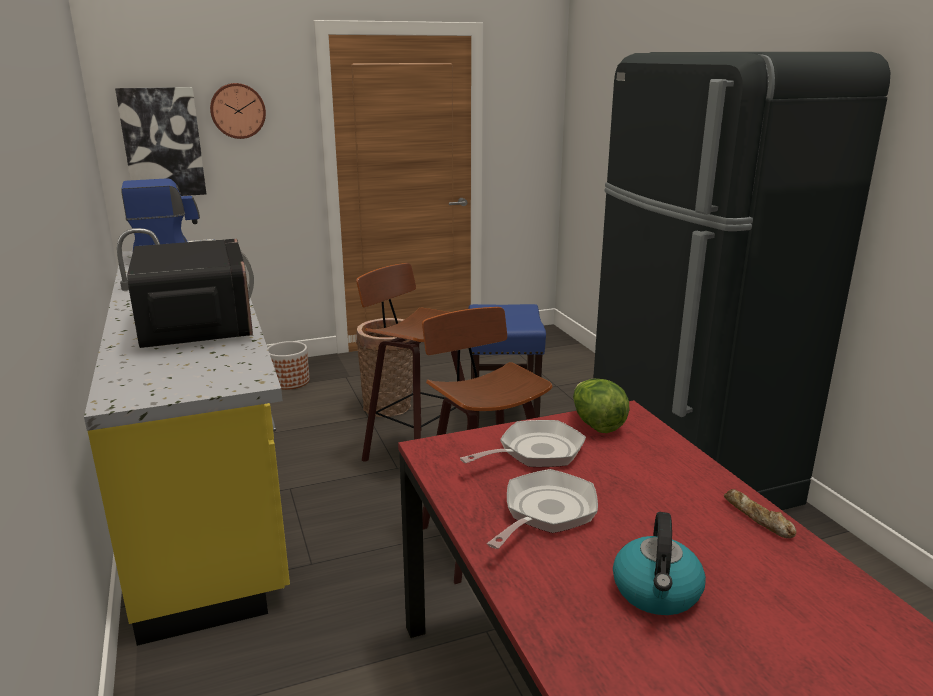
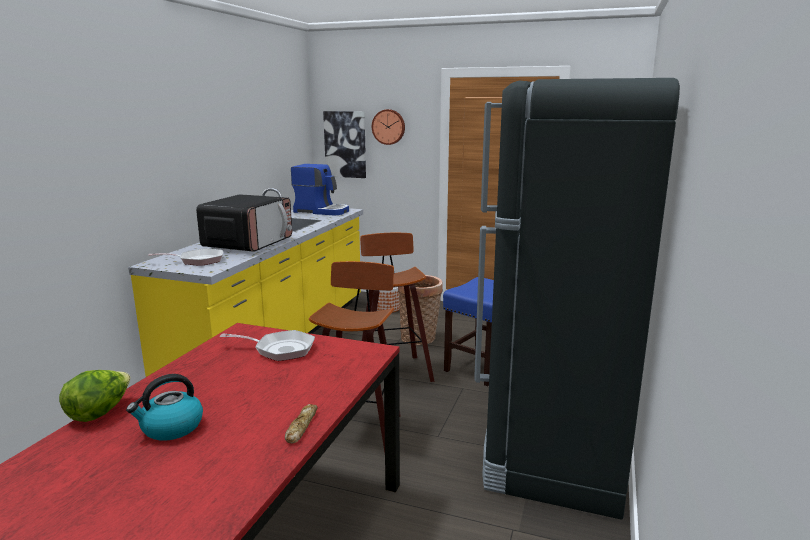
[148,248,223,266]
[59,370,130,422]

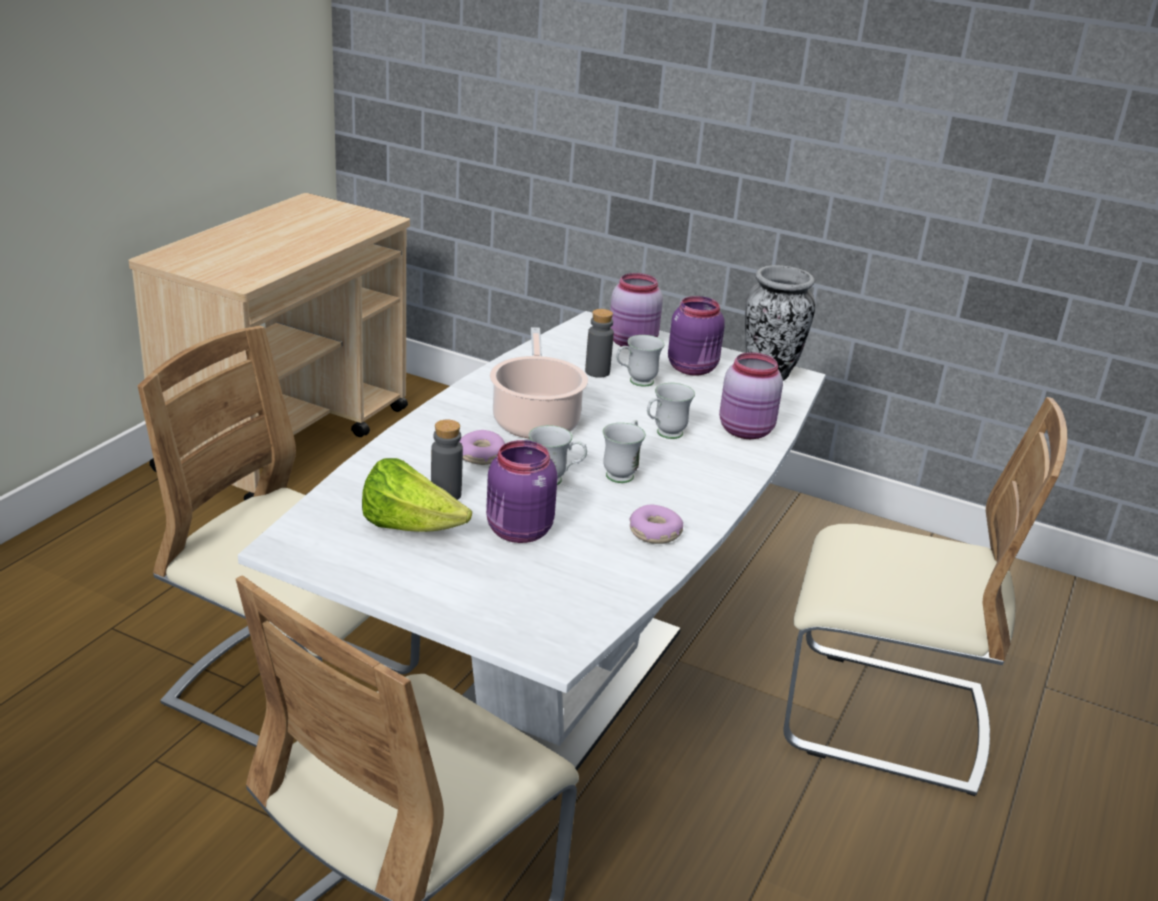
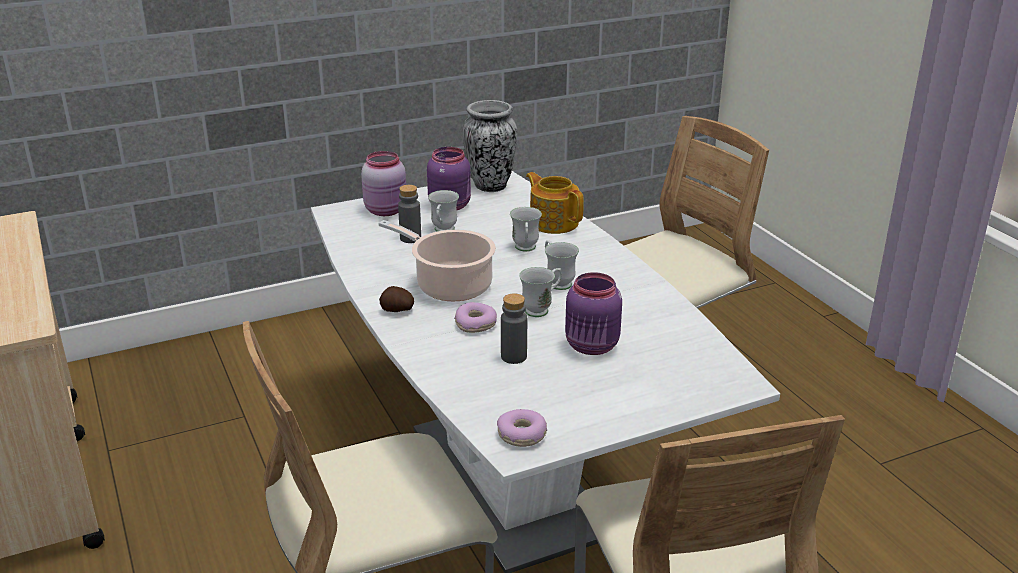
[362,458,472,532] (first image)
[379,286,414,312]
[497,409,547,447]
[526,172,584,234]

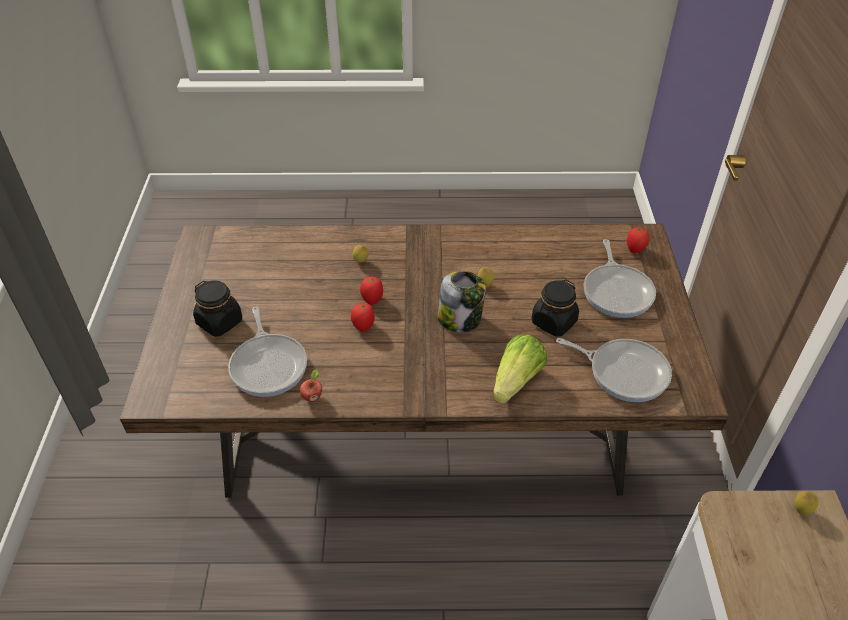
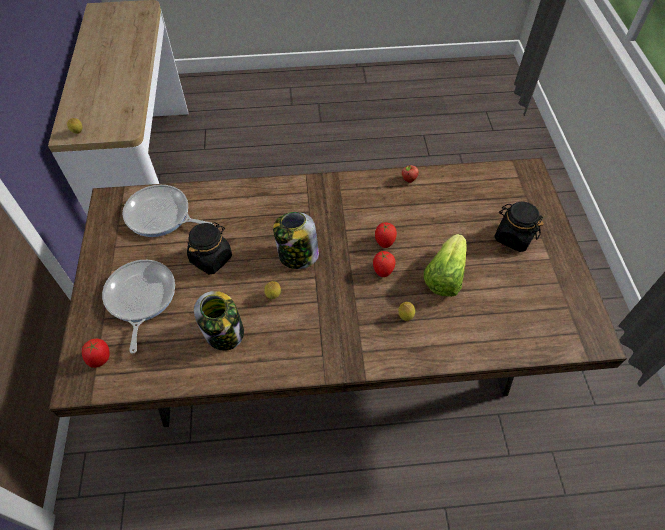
[228,307,307,397] (first image)
[194,291,244,351]
[424,234,467,297]

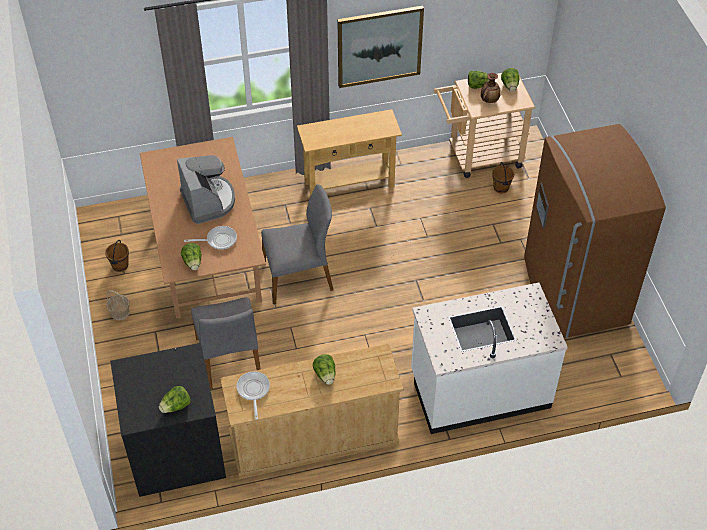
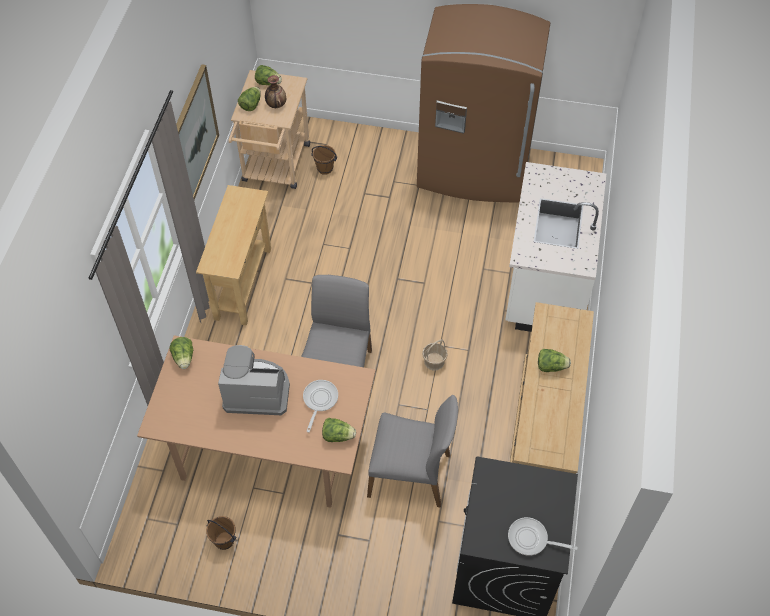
[422,339,448,371]
[169,337,193,369]
[508,517,578,556]

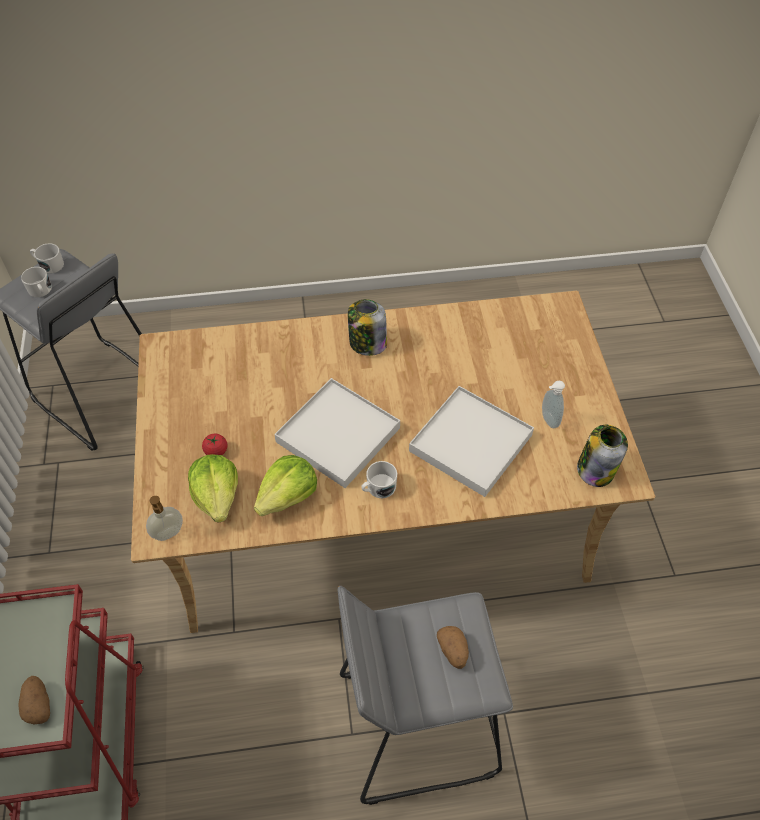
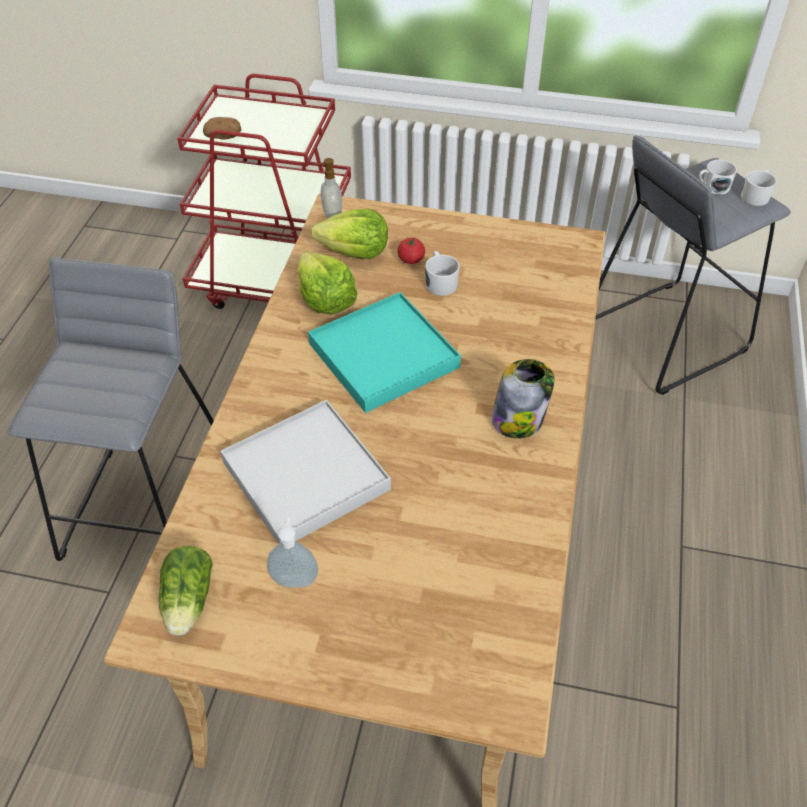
[437,626,469,669] (first image)
[425,251,460,296]
[159,546,213,636]
[308,292,461,413]

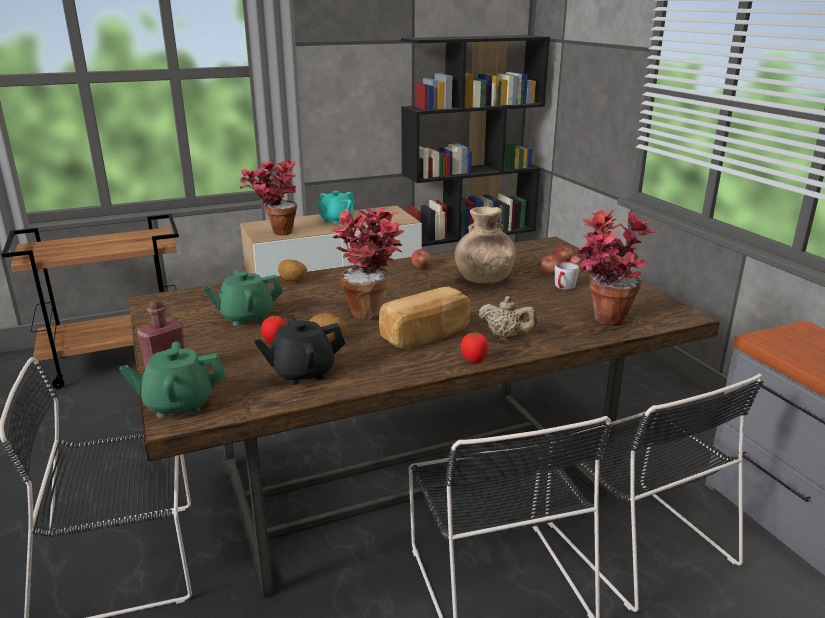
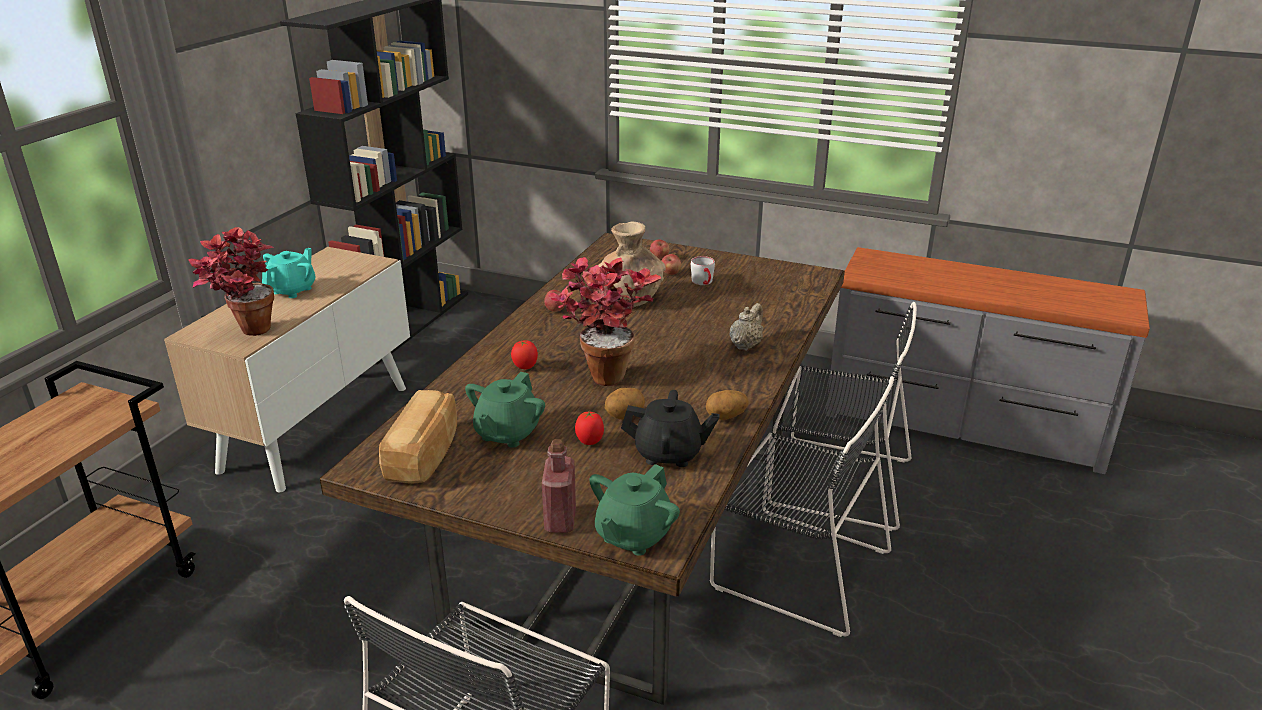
[571,210,659,326] (first image)
[706,390,749,420]
[379,390,457,483]
[511,340,538,369]
[621,390,719,467]
[262,248,316,298]
[730,303,764,351]

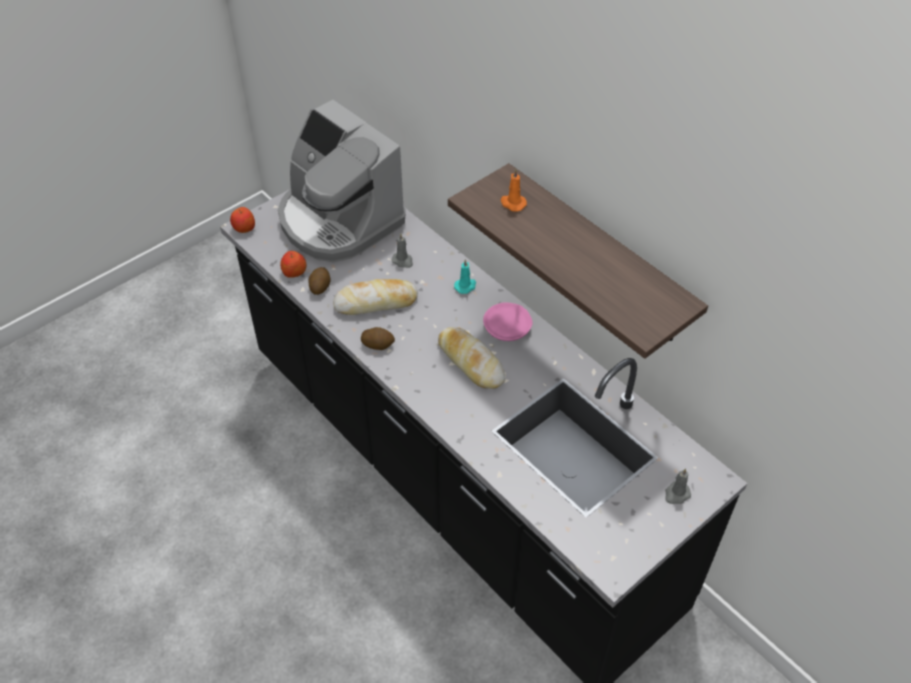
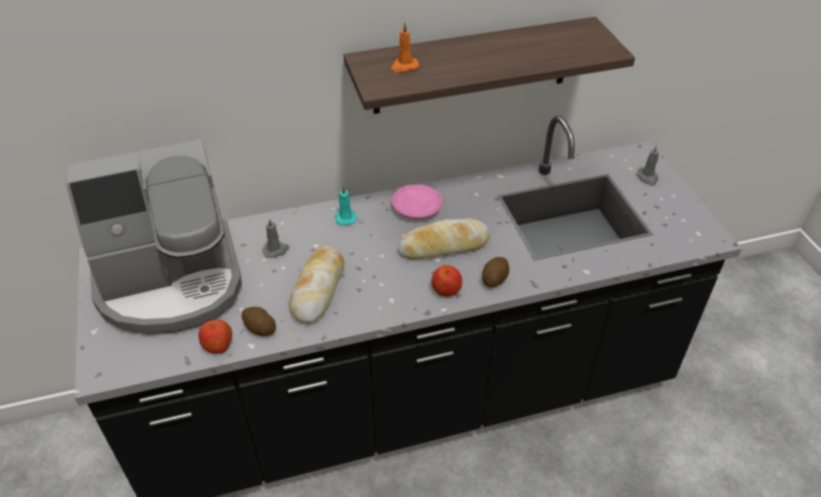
[431,265,462,297]
[482,257,509,287]

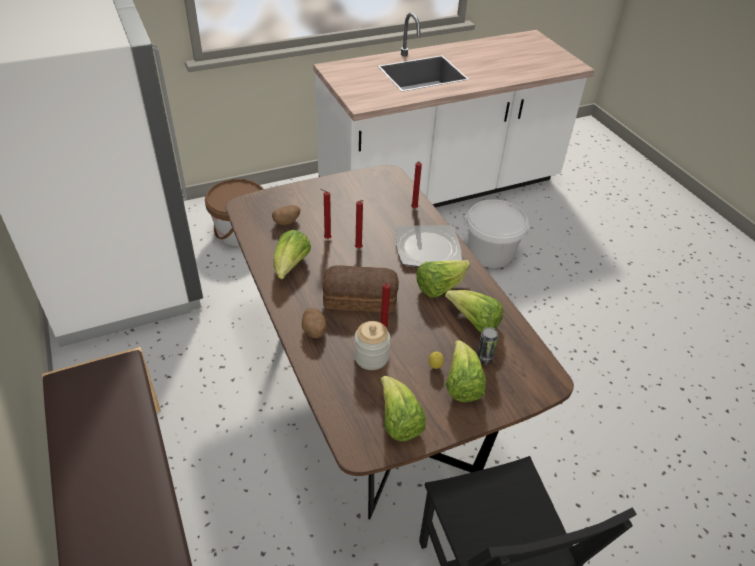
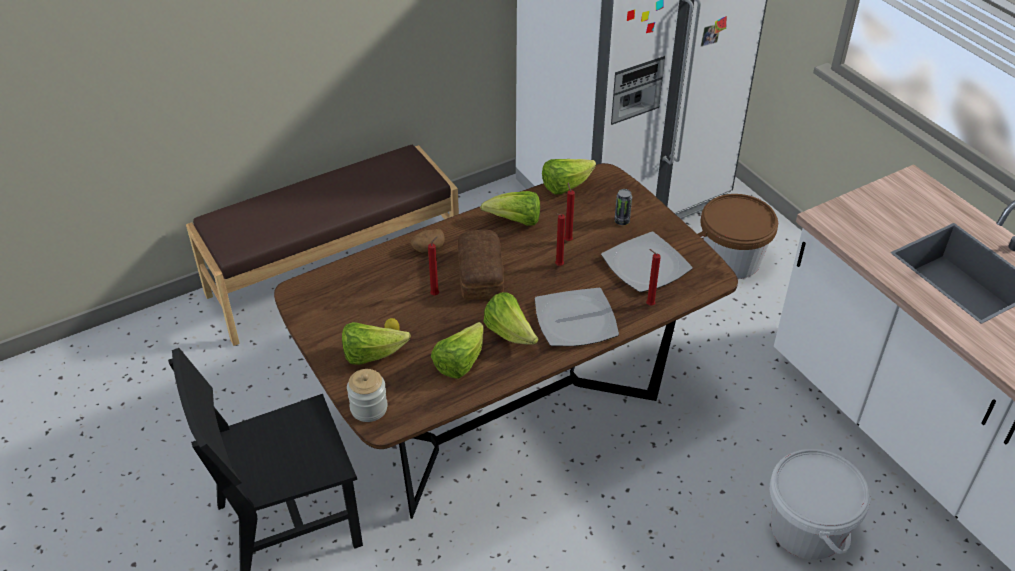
[272,205,300,225] (first image)
[601,232,693,292]
[347,369,388,422]
[542,159,596,195]
[614,189,632,225]

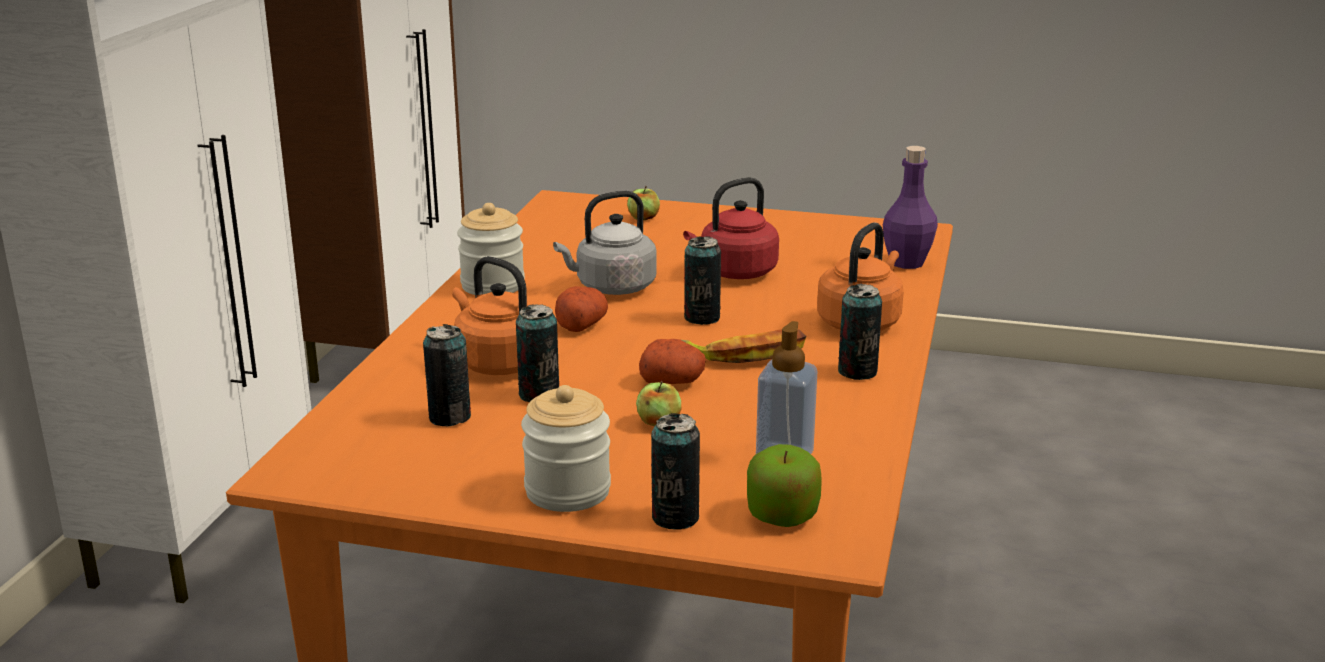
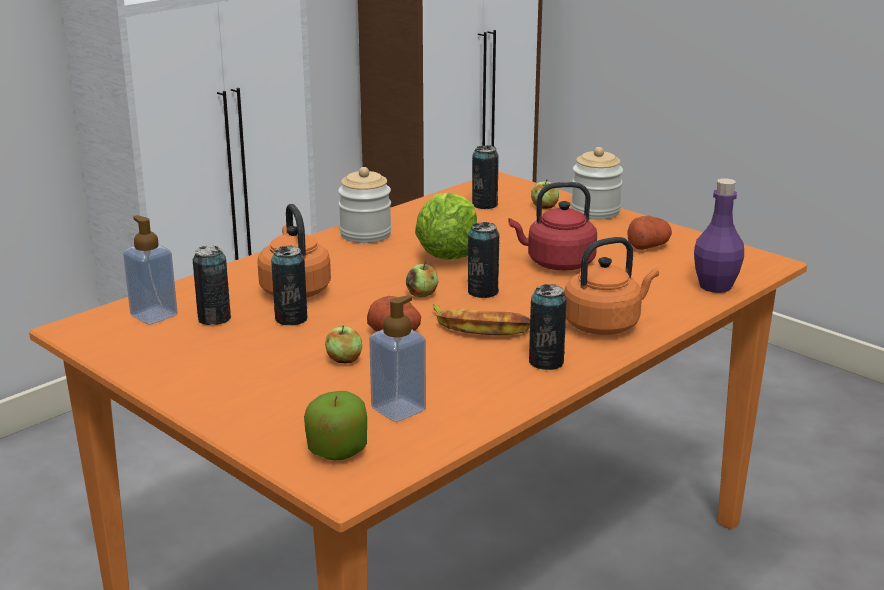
[123,215,178,325]
[406,261,438,298]
[571,147,623,220]
[627,216,672,250]
[472,145,499,209]
[415,193,477,260]

